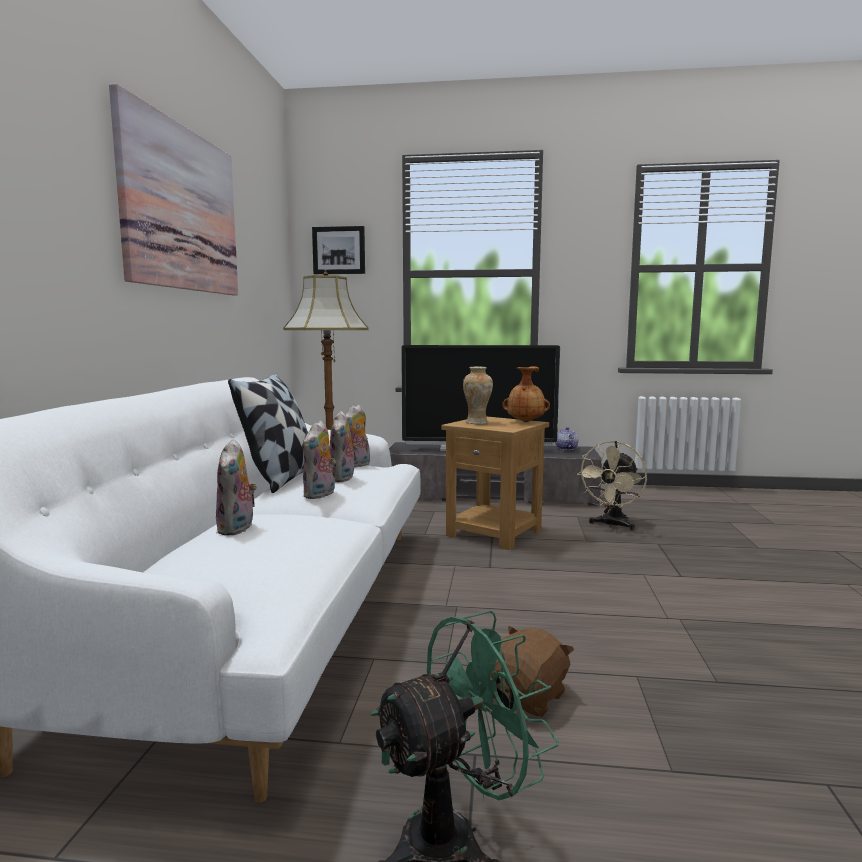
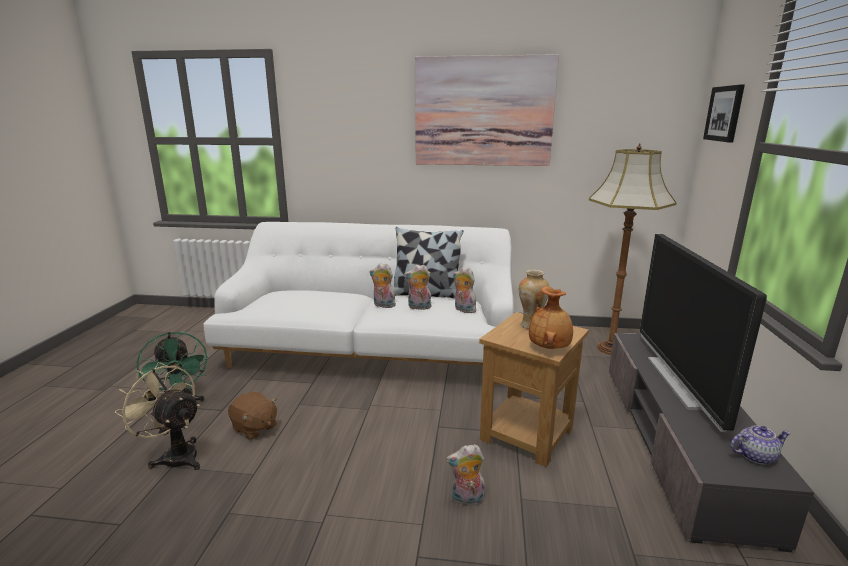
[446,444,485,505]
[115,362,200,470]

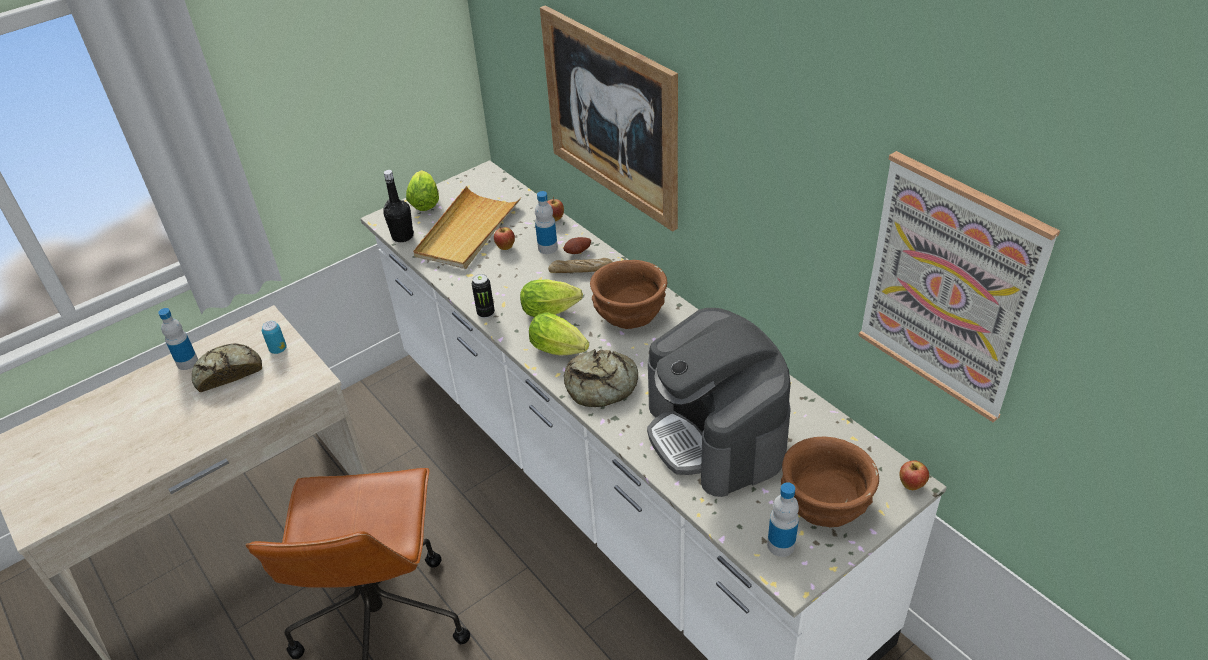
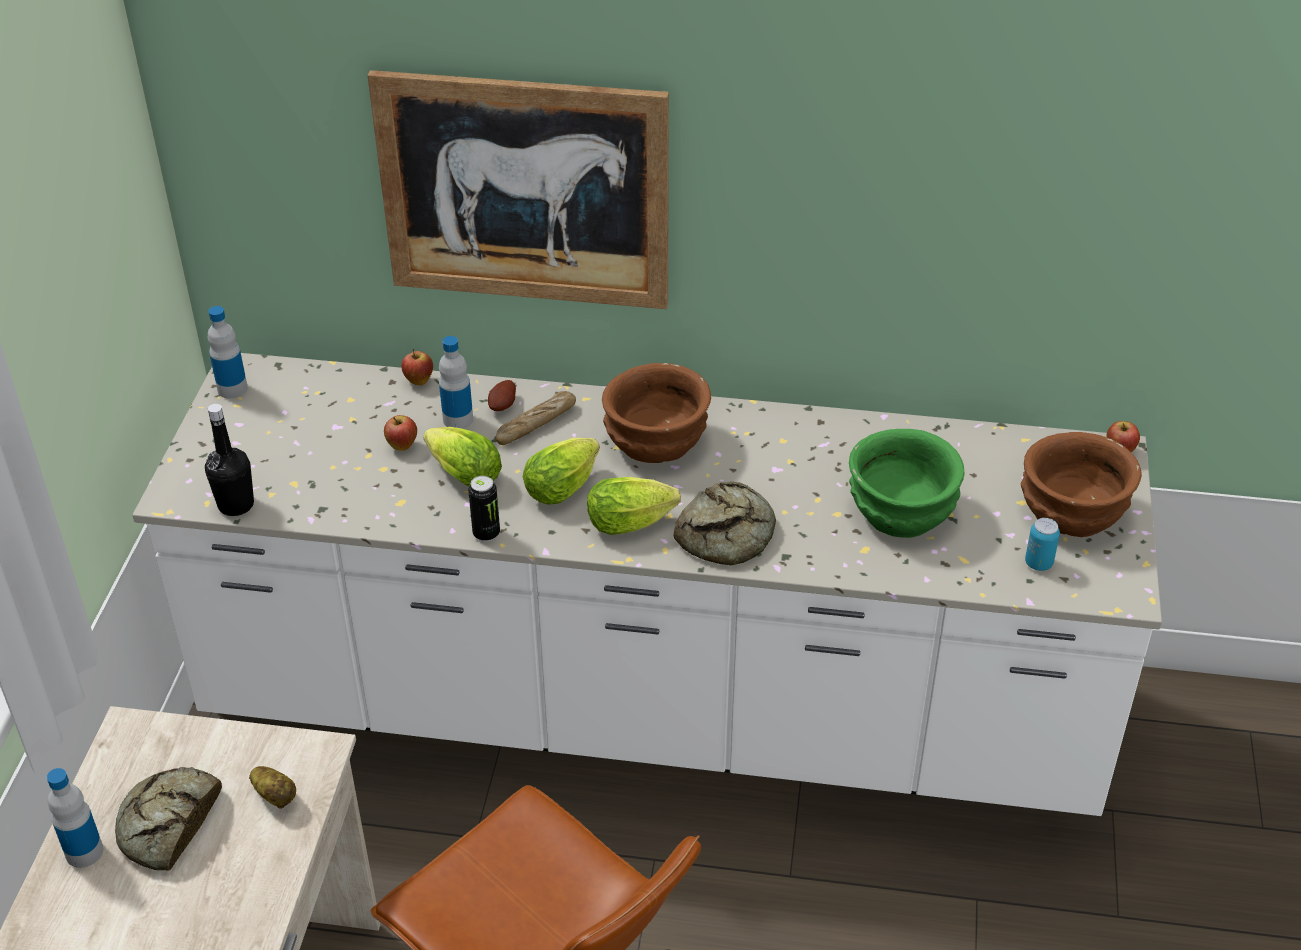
[413,186,521,269] (first image)
[858,151,1060,422] (first image)
[249,766,296,809]
[1025,518,1060,571]
[423,427,502,487]
[208,306,248,399]
[849,429,964,538]

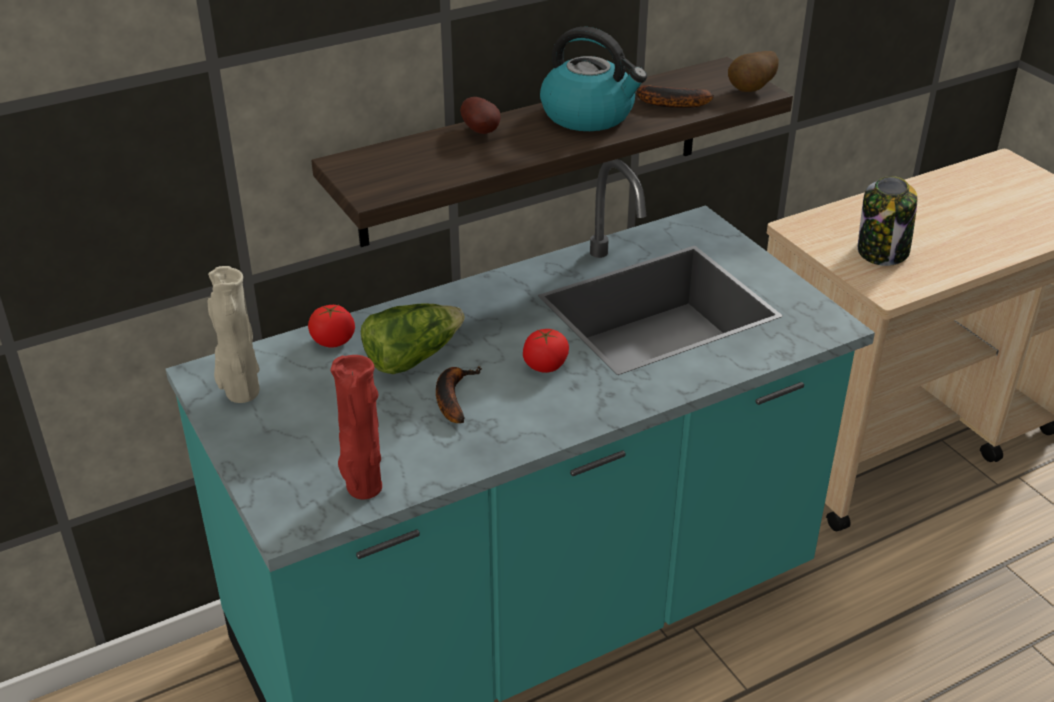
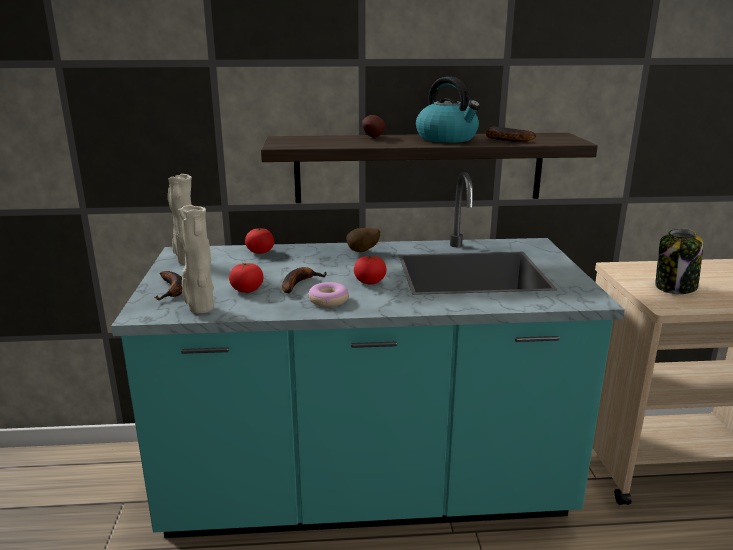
[361,303,465,374] (first image)
[155,271,182,300]
[229,262,263,293]
[308,282,349,307]
[346,228,380,252]
[178,205,214,313]

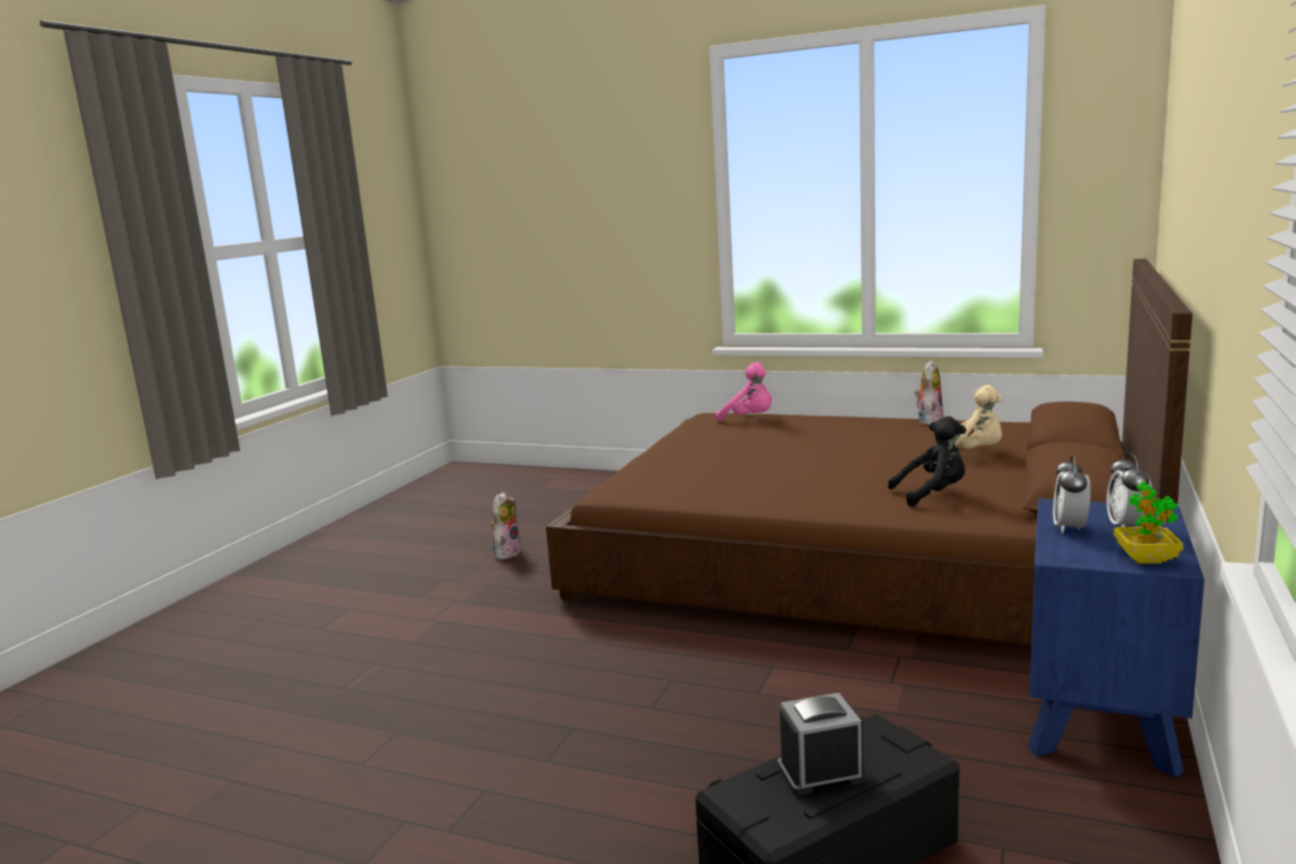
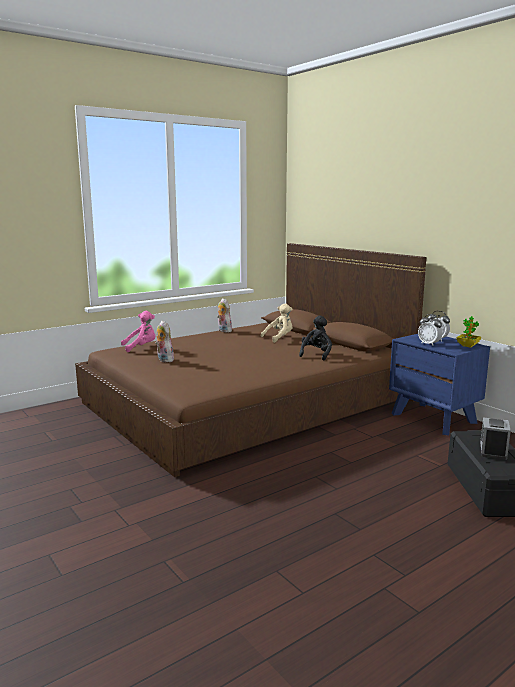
[155,321,174,362]

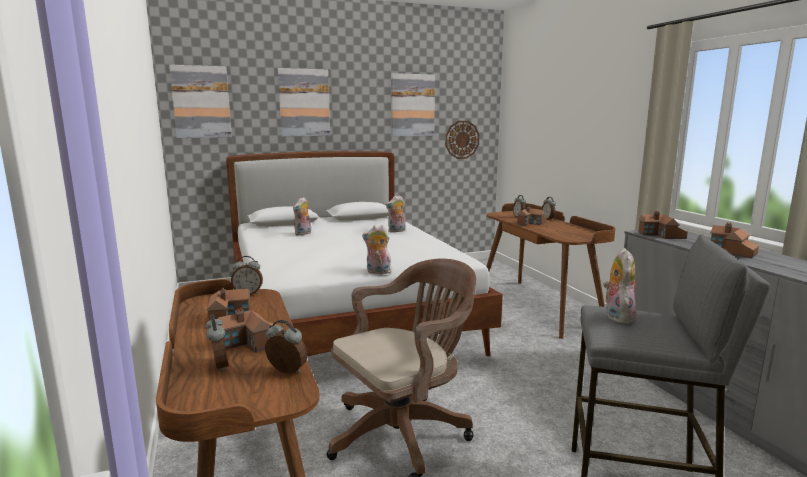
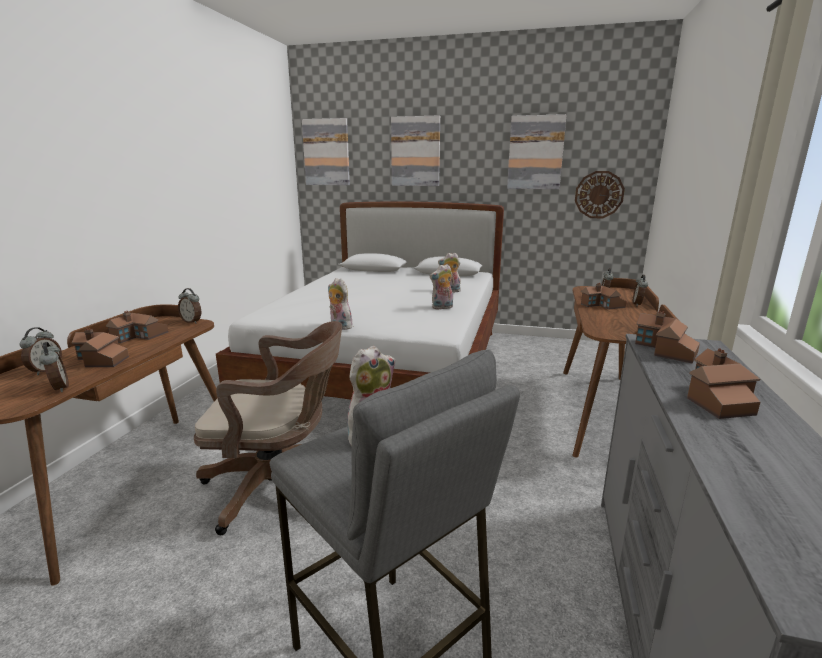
[429,264,453,310]

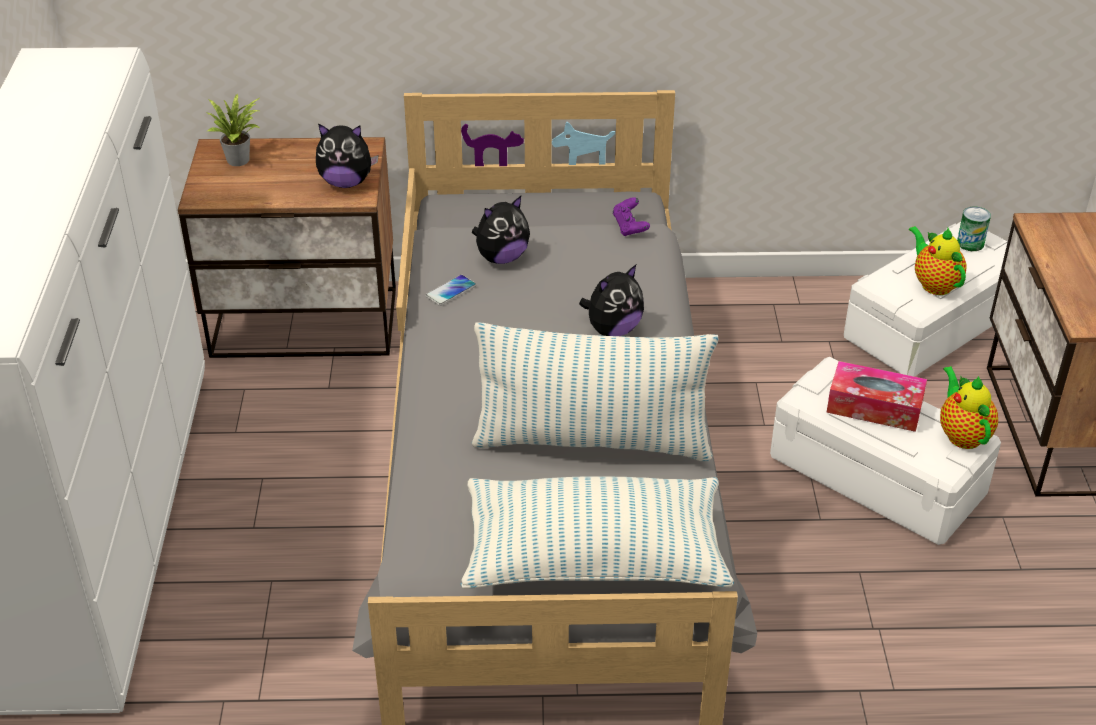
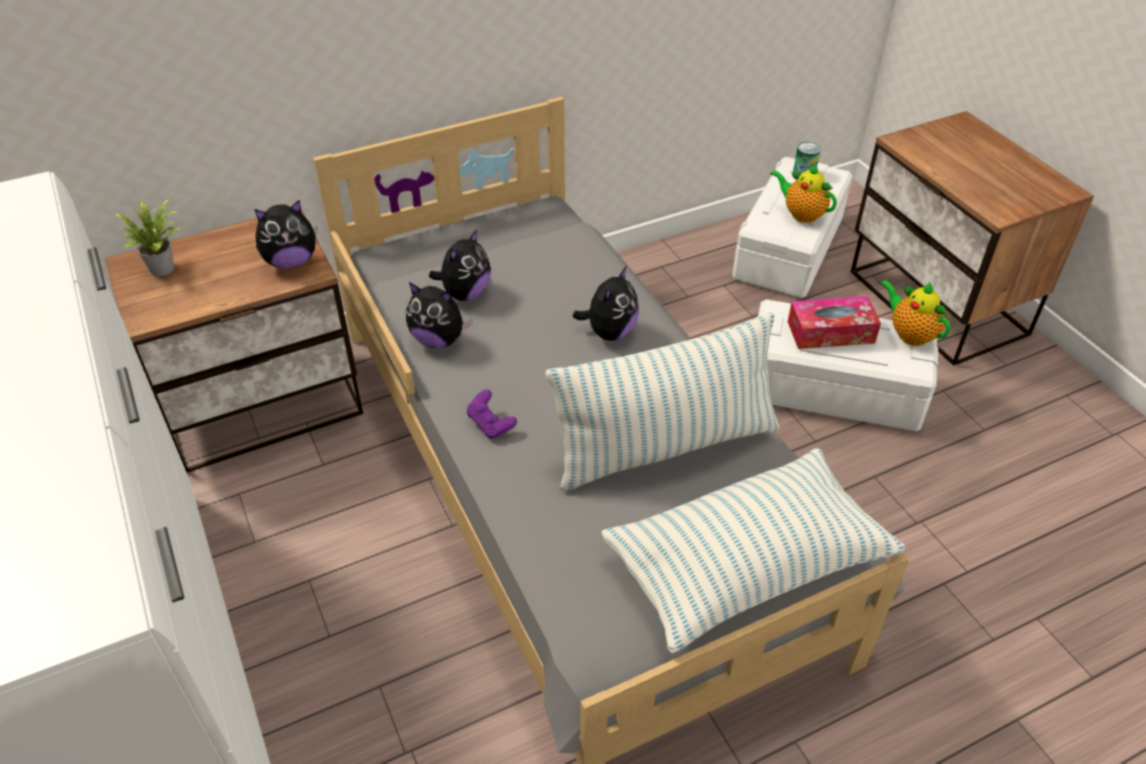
[466,389,517,439]
[406,282,473,348]

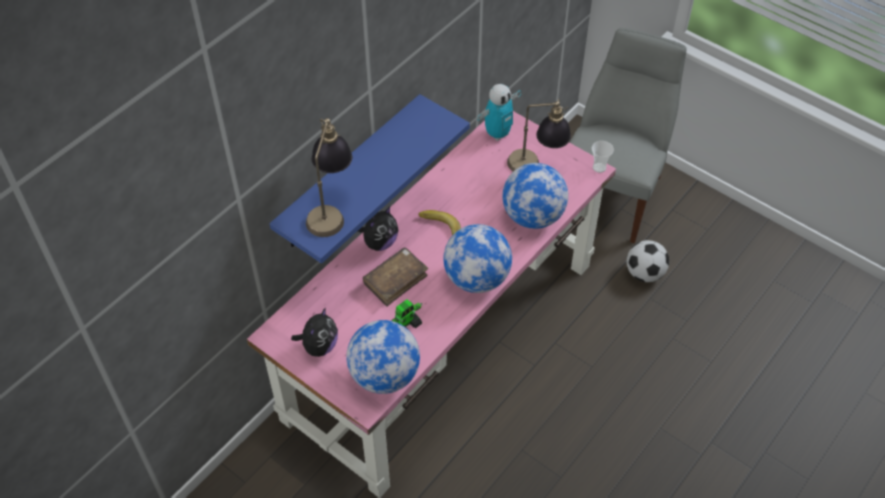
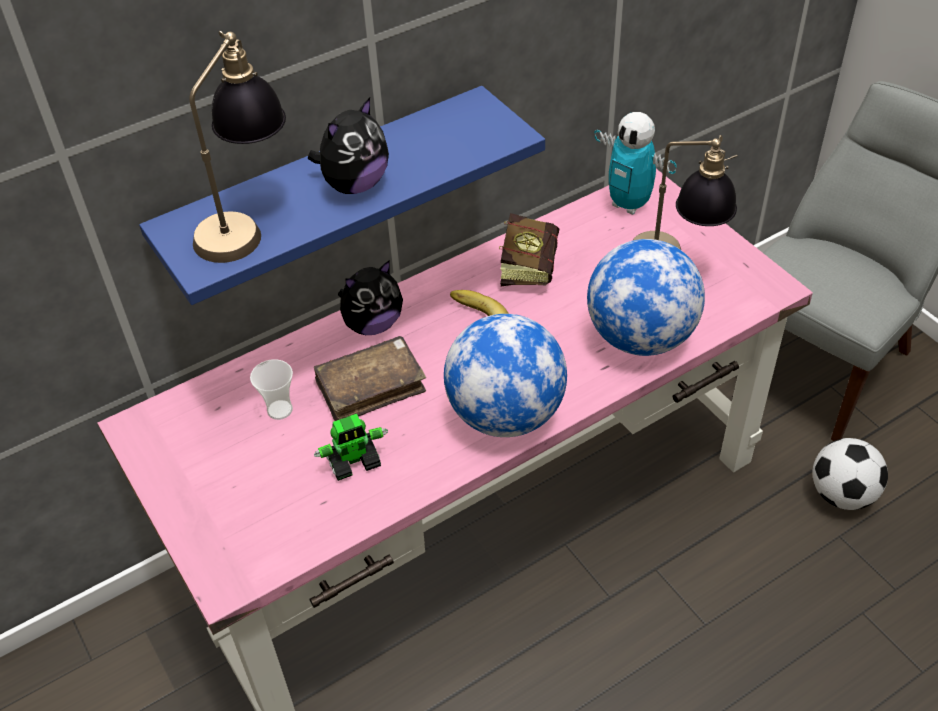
[346,320,420,394] (first image)
[499,213,560,286]
[308,97,389,194]
[250,359,293,420]
[594,112,677,215]

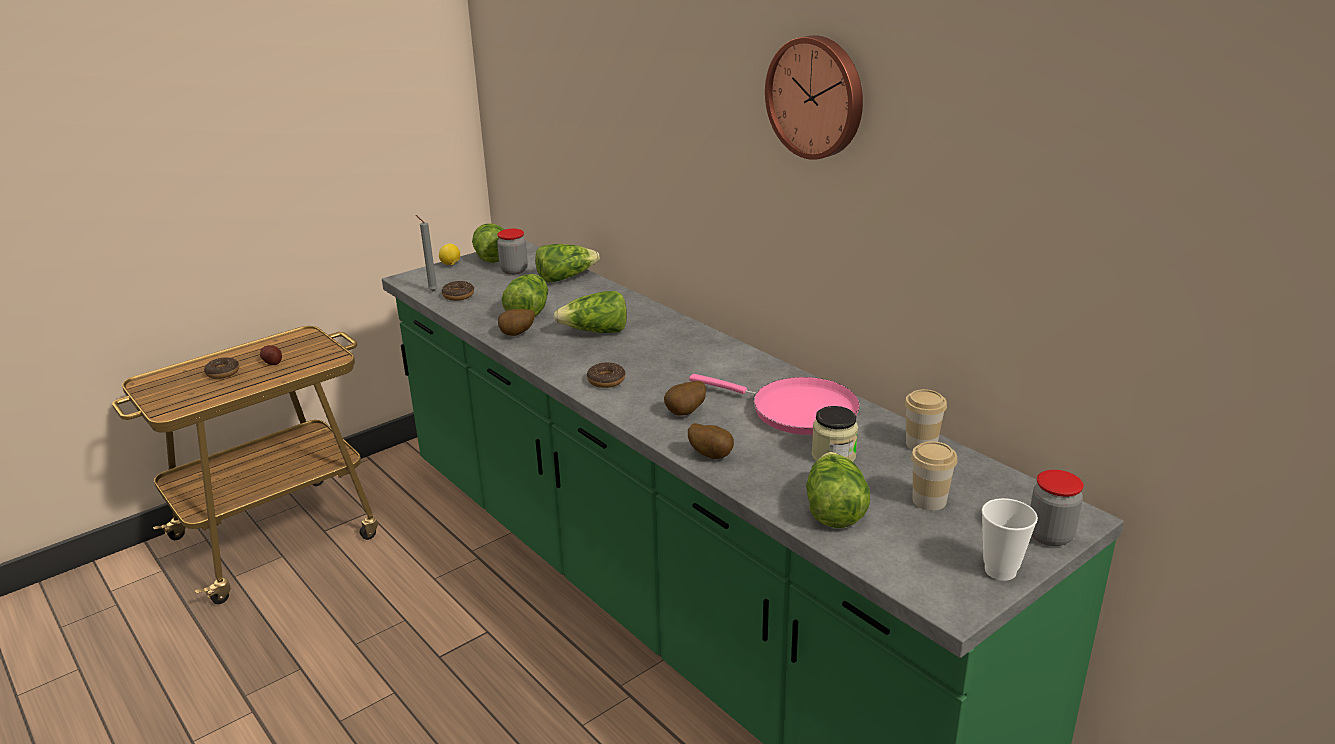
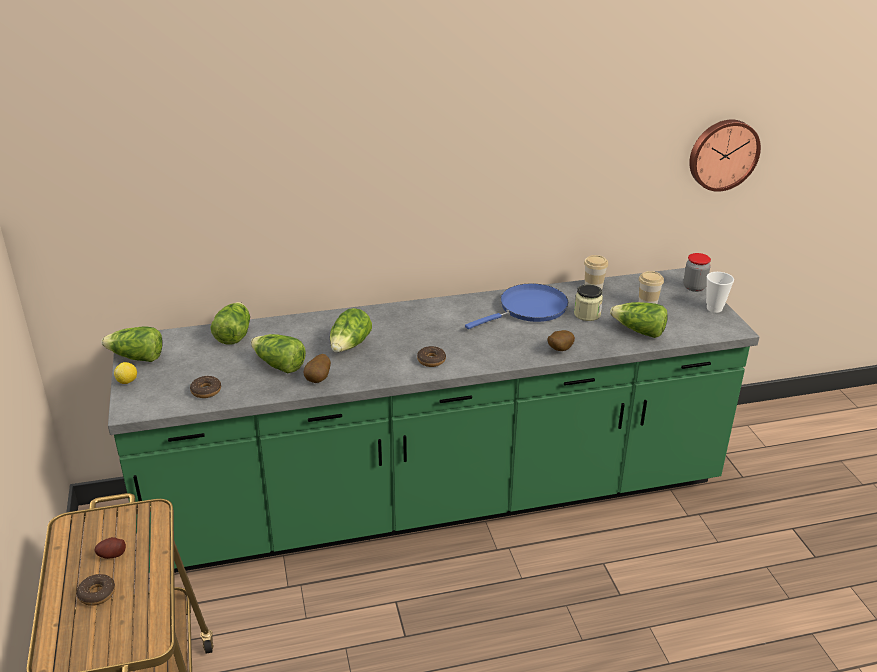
[416,215,438,292] (first image)
[497,229,528,275] (first image)
[664,381,706,415] (first image)
[689,119,761,192]
[465,284,568,329]

